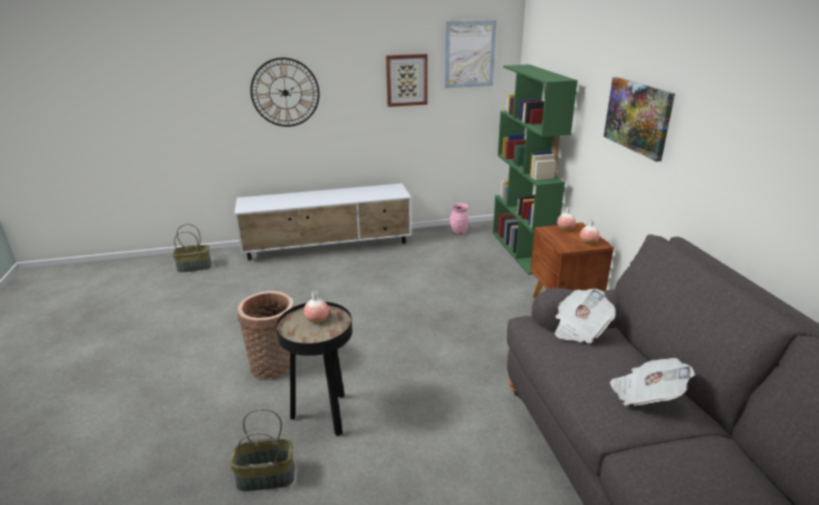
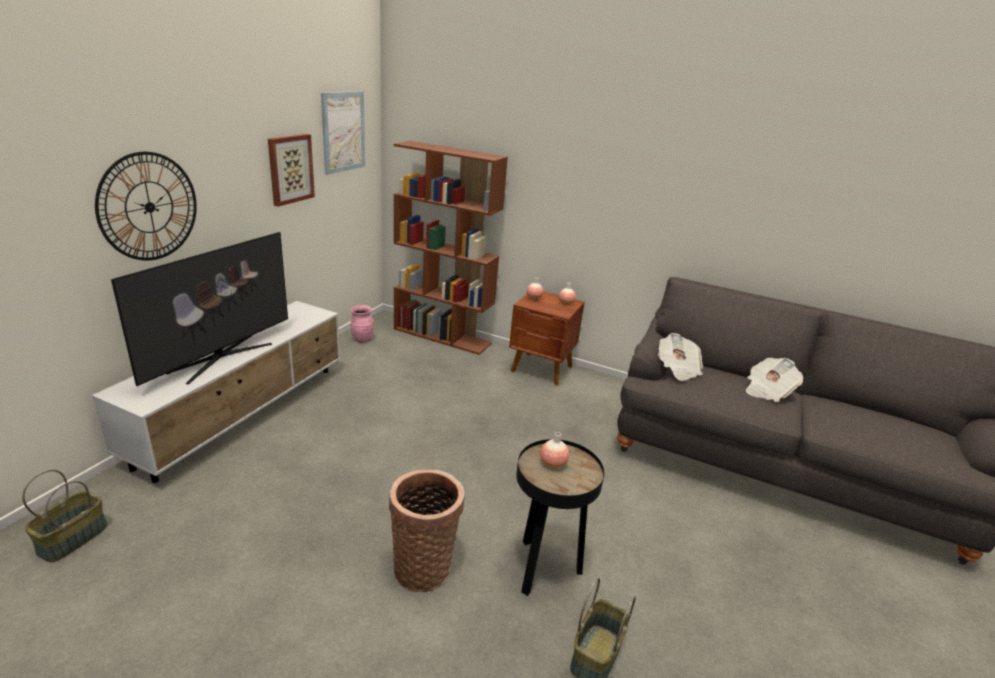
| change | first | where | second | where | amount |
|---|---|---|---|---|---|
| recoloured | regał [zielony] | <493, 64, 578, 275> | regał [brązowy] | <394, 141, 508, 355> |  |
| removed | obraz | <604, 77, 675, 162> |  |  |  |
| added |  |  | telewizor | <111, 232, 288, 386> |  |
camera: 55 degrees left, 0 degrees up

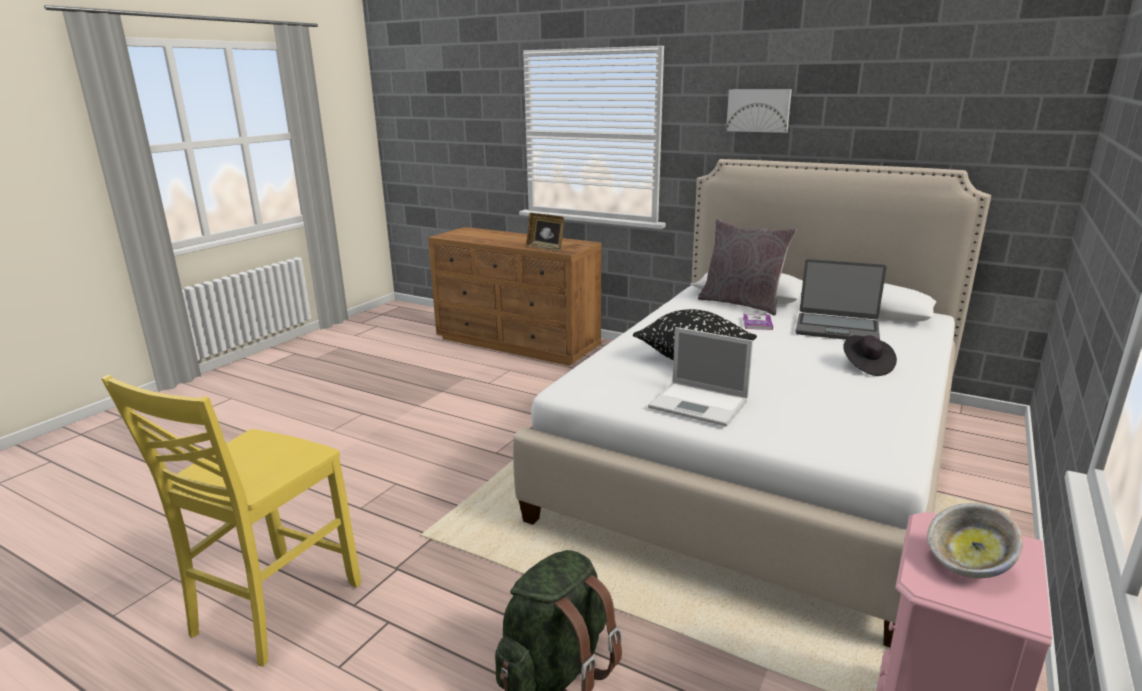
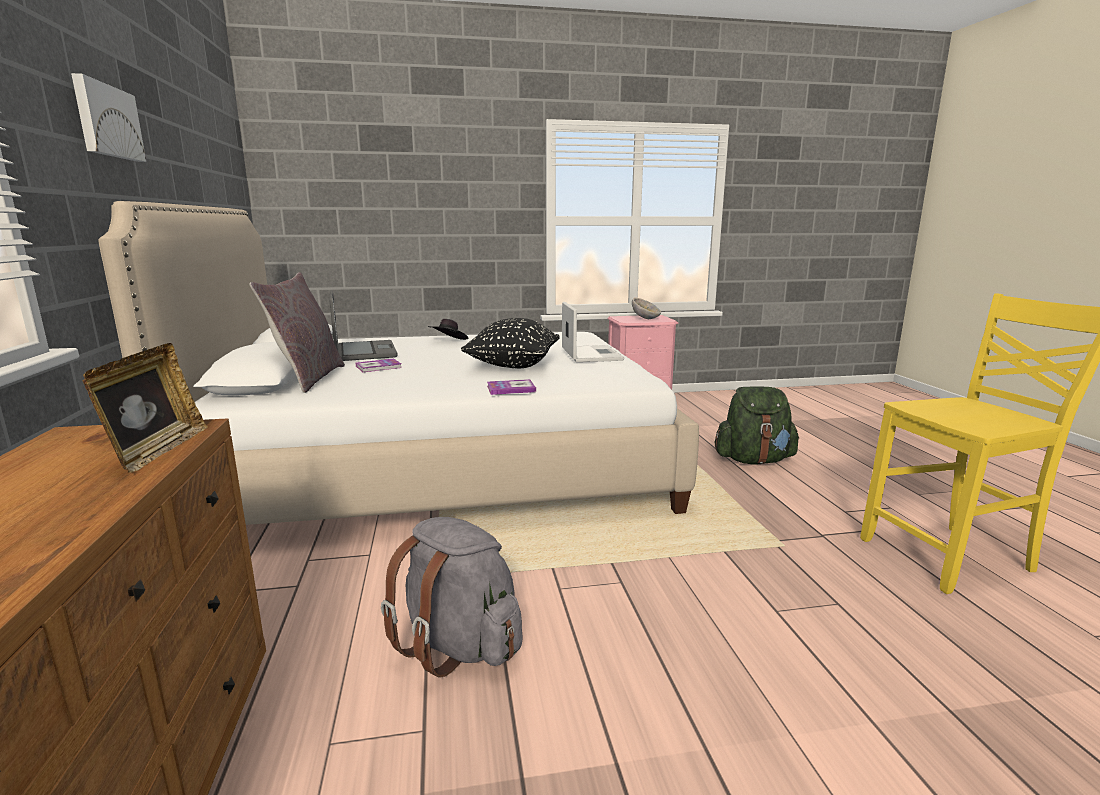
| change | first | where | second | where | amount |
|---|---|---|---|---|---|
| added |  |  | książka | <487, 379, 536, 395> |  |
| added |  |  | plecak [szary] | <381, 517, 523, 677> |  |
camera: 130 degrees left, 5 degrees down

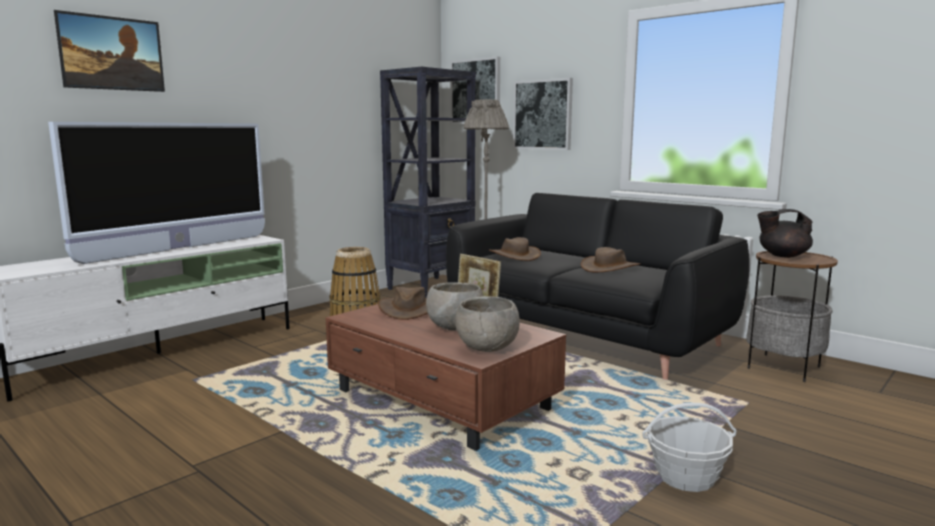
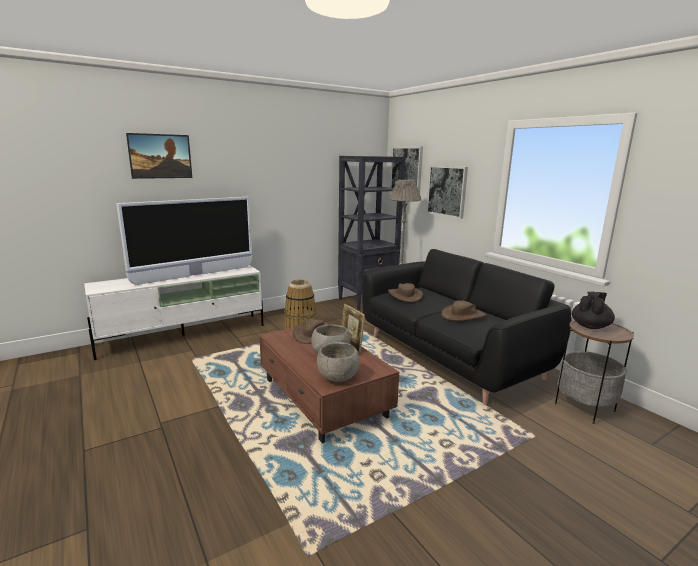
| change | first | where | second | where | amount |
|---|---|---|---|---|---|
| turned | imbryk [czarny] | <757, 209, 813, 258> |  | <572, 291, 615, 329> | 105 degrees clockwise |
| removed | koszyk | <643, 403, 737, 492> |  |  |  |
camera: 15 degrees right, 5 degrees up

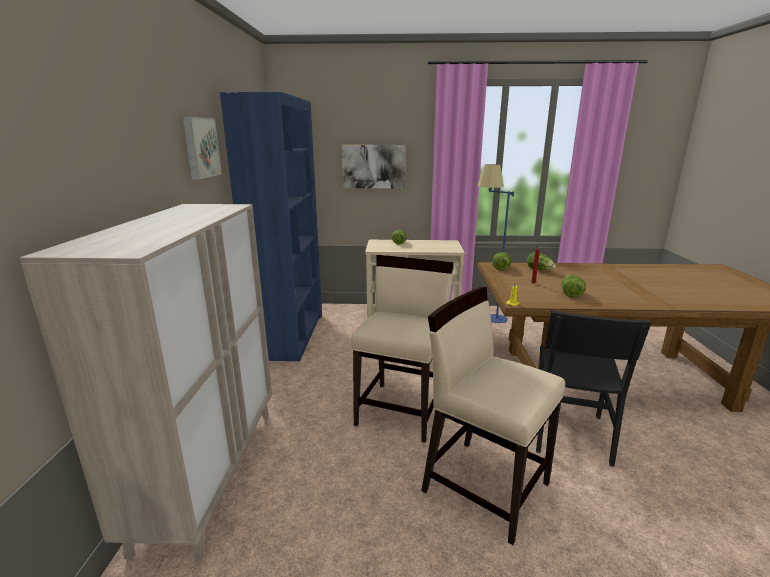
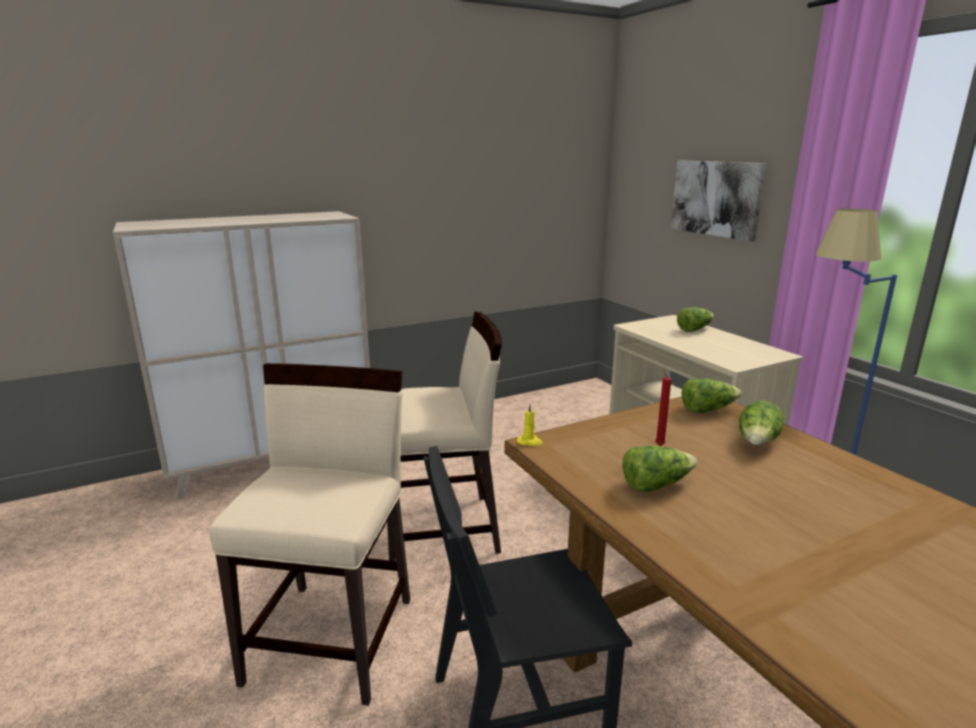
| change | first | where | second | where | amount |
|---|---|---|---|---|---|
| removed | regał [niebieski] | <220, 92, 322, 361> |  |  |  |
| removed | obraz | <182, 117, 222, 180> |  |  |  |
camera: 60 degrees right, 0 degrees up

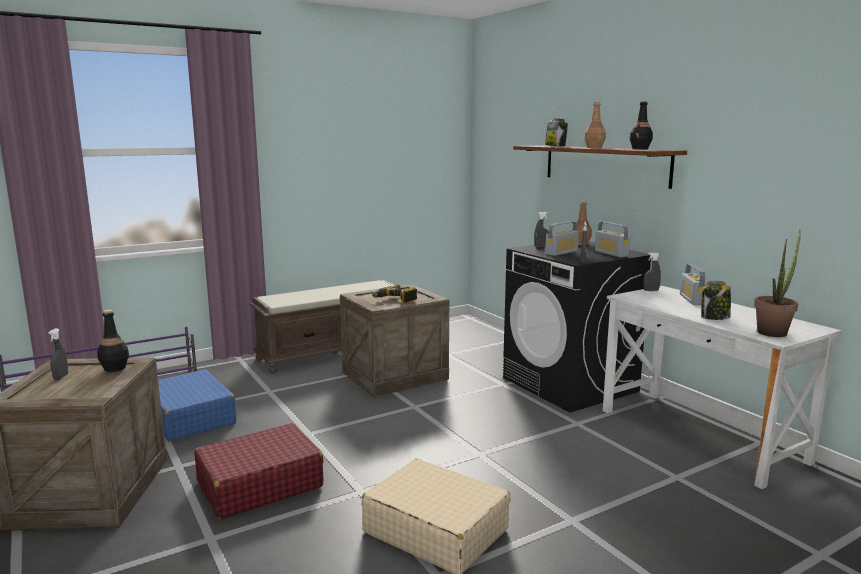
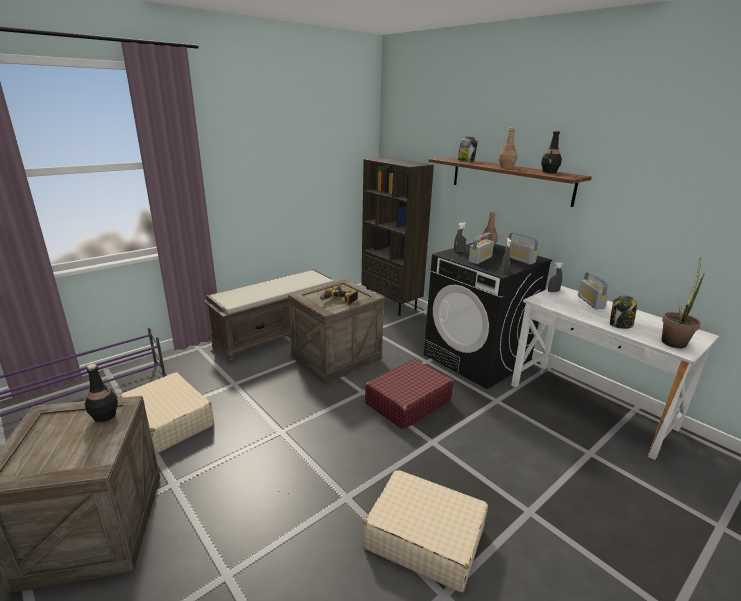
| change | first | where | second | where | amount |
|---|---|---|---|---|---|
| removed | spryskiwacz [szary] | <49, 328, 68, 380> |  |  |  |
| recoloured | walizka [niebieski] | <158, 369, 236, 442> | walizka [beżowy] | <120, 372, 214, 453> |  |
| moved | walizka [czerwony] | <194, 423, 324, 519> |  | <365, 359, 453, 429> |  |
| added |  |  | regał [brązowy] | <361, 157, 434, 316> |  |
camera: 10 degrees left, 10 degrees up

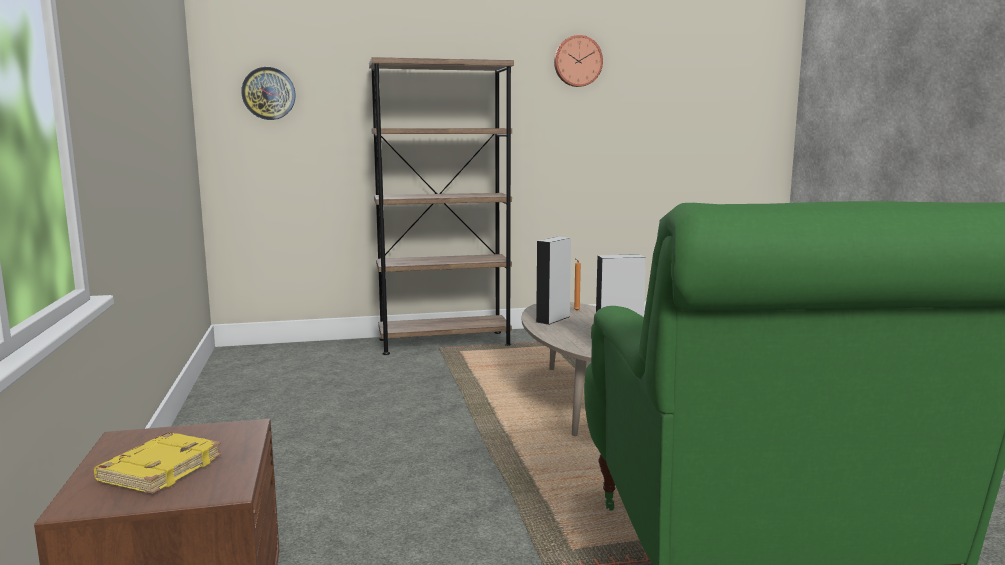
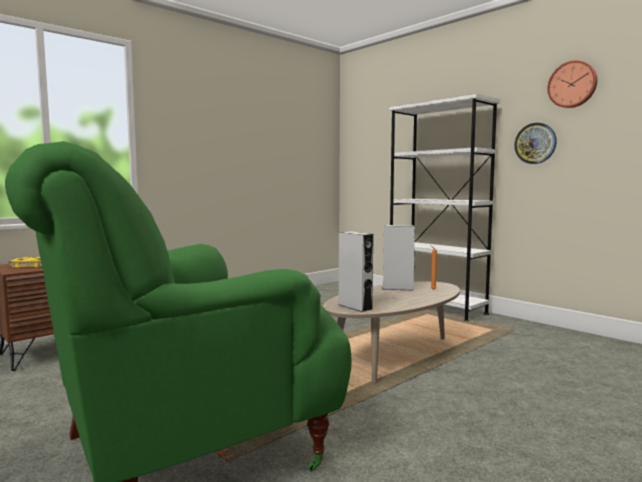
| change | first | where | second | where | amount |
|---|---|---|---|---|---|
| recoloured | regał [brązowy] | <369, 57, 514, 355> | regał [biały] | <389, 94, 500, 321> |  |
| moved | zegar ścienny | <241, 67, 296, 120> |  | <514, 123, 557, 164> |  |
camera: 60 degrees right, 5 degrees down

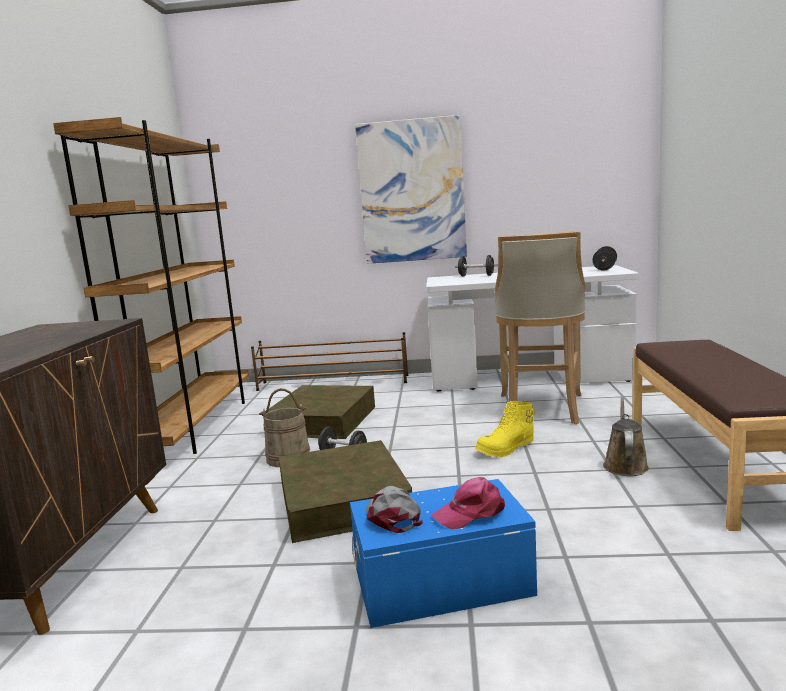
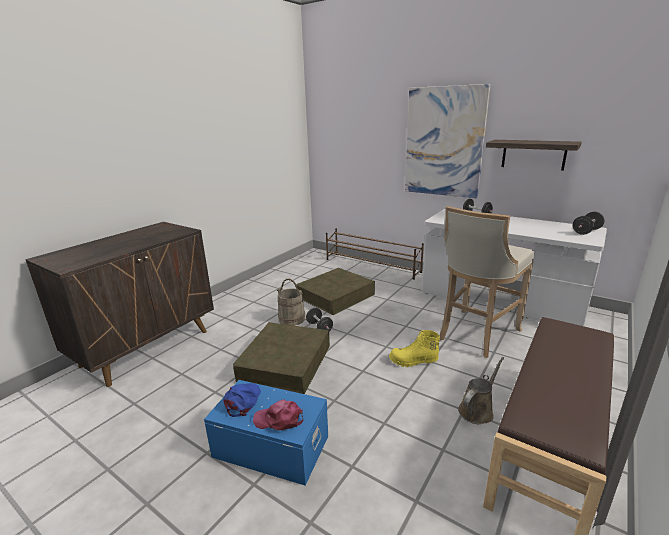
| change | first | where | second | where | amount |
|---|---|---|---|---|---|
| removed | regał [brązowy] | <53, 117, 249, 454> |  |  |  |
| recoloured | czapka z daszkiem [szary] | <366, 486, 423, 533> | czapka z daszkiem [niebieski] | <223, 383, 261, 417> |  |
| added |  |  | półka | <486, 140, 582, 171> |  |
camera: 30 degrees right, 10 degrees up

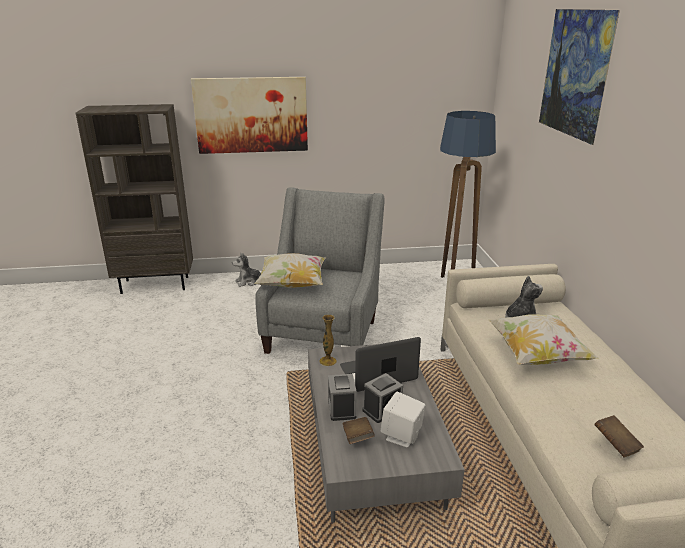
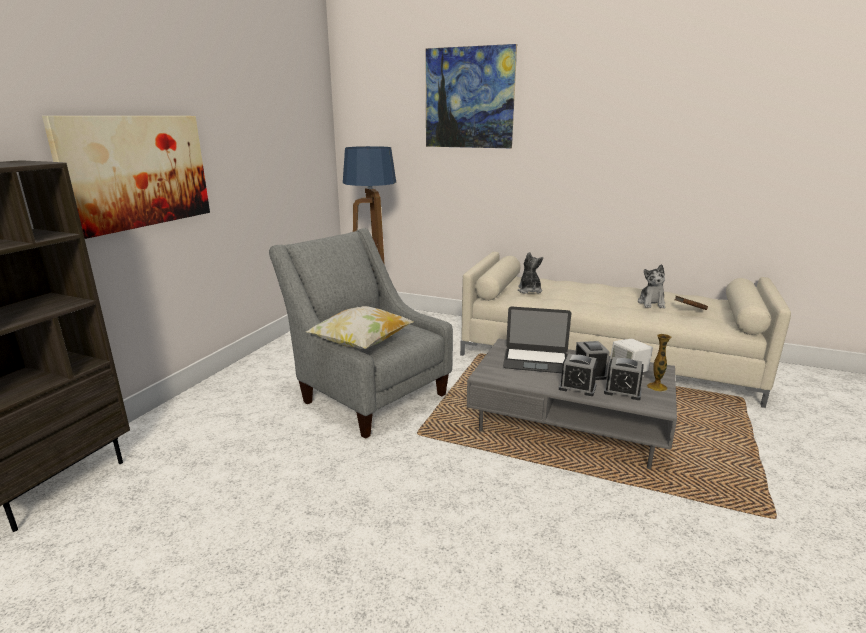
| change | first | where | second | where | amount |
|---|---|---|---|---|---|
| moved | pluszak | <232, 253, 262, 287> |  | <638, 264, 665, 309> |  |
| removed | poduszka | <489, 314, 599, 365> |  |  |  |
| moved | wazon | <319, 315, 337, 366> |  | <647, 334, 671, 392> |  |
| turned | laptop | <340, 337, 421, 392> |  | <503, 307, 571, 373> | 90 degrees counterclockwise |
| replaced | książka [brązowy] | <342, 417, 375, 444> | budzik | <604, 357, 644, 400> |  |
camera: 60 degrees left, 5 degrees down

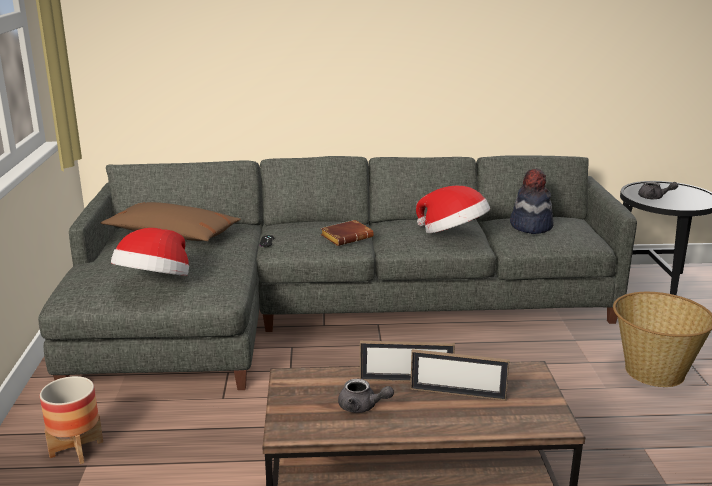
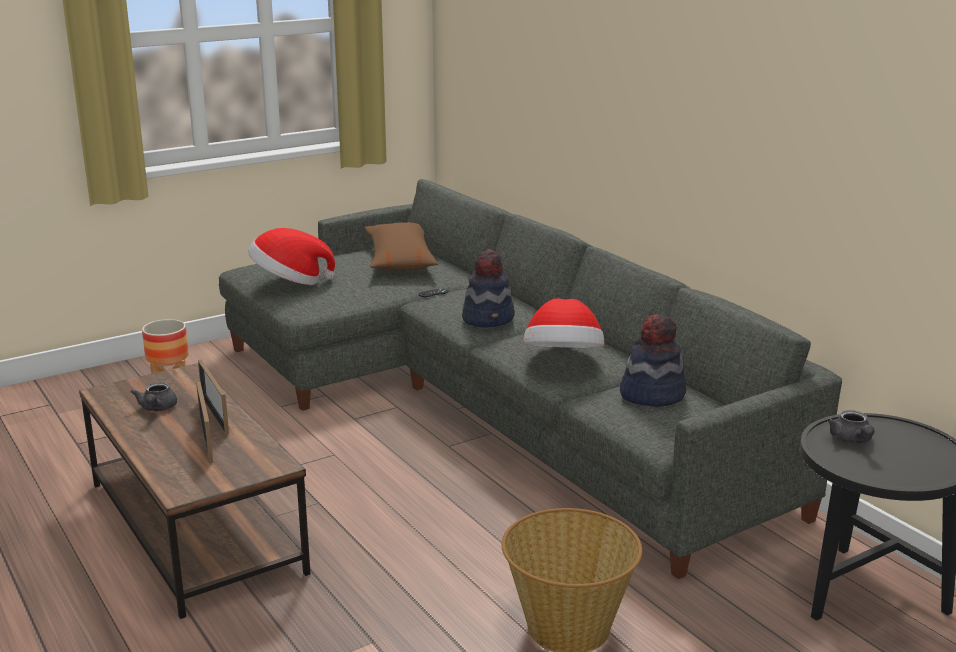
| change | first | where | second | where | amount |
|---|---|---|---|---|---|
| replaced | książka [brązowy] | <321, 220, 374, 246> | kapelusz | <462, 250, 515, 328> |  |
camera: 60 degrees right, 0 degrees up

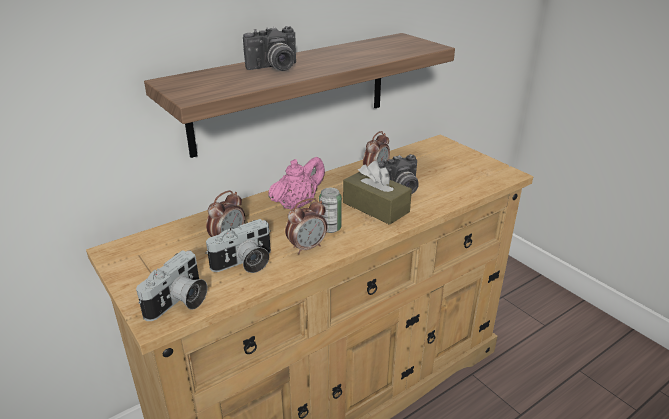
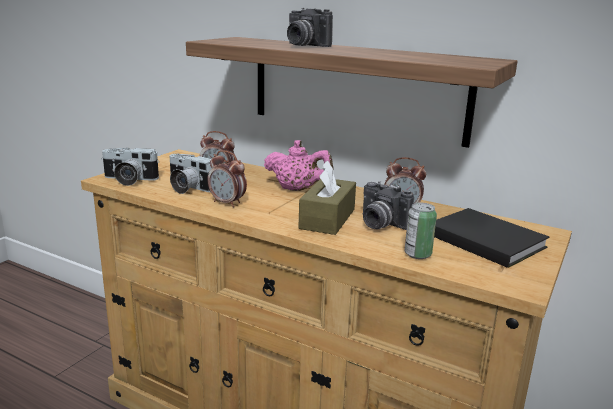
| change | first | where | second | where | amount |
|---|---|---|---|---|---|
| moved | puszka | <319, 188, 342, 233> |  | <404, 203, 437, 259> |  |
| added |  |  | książka [czarny] | <434, 208, 549, 268> |  |
camera: 65 degrees right, 10 degrees down

